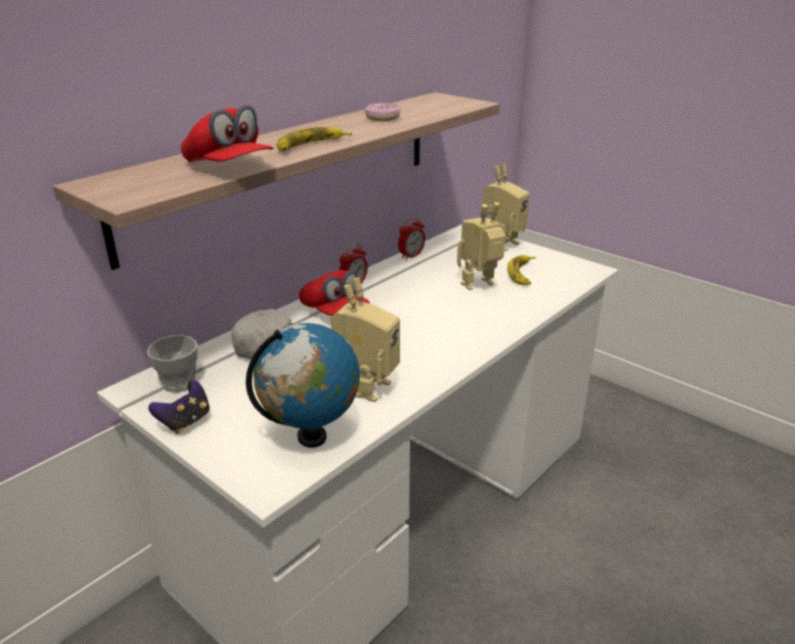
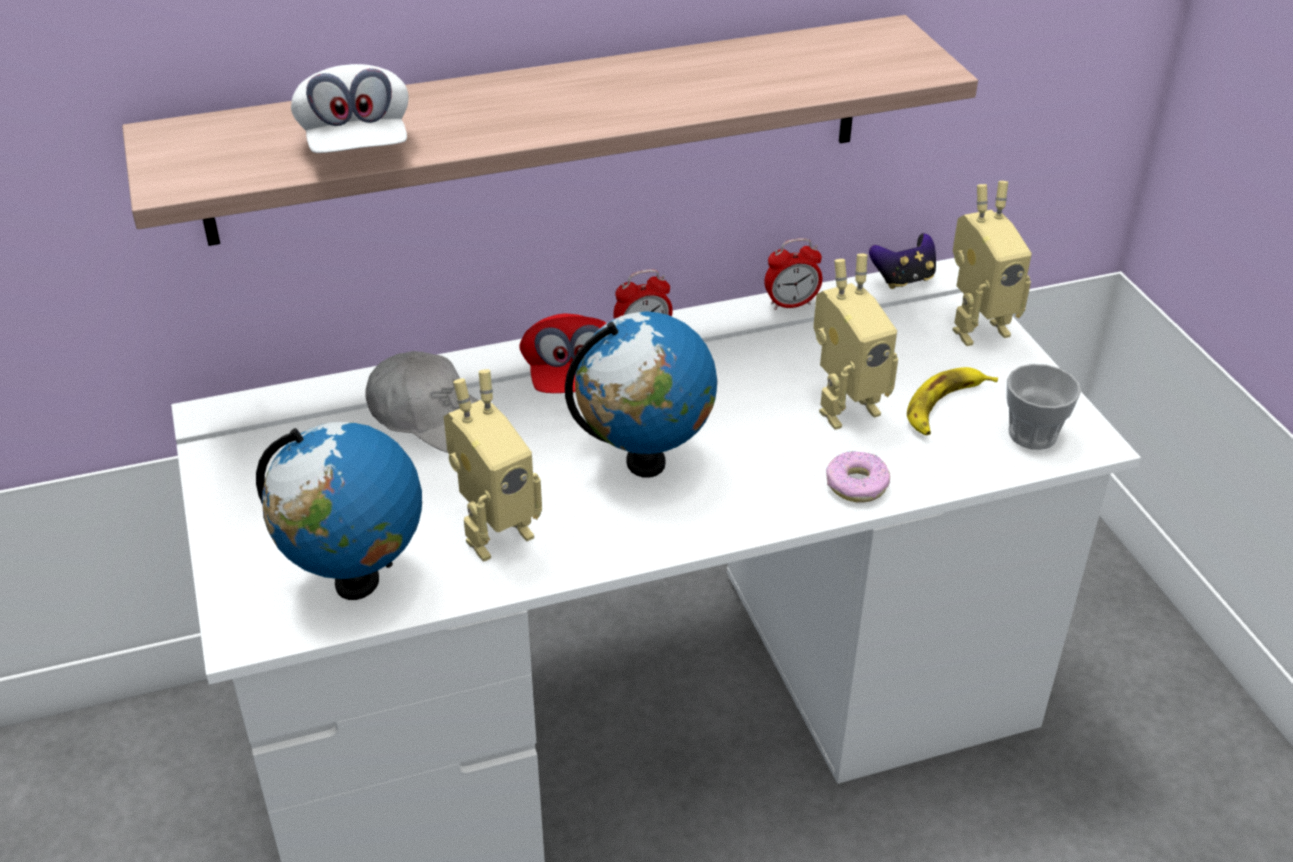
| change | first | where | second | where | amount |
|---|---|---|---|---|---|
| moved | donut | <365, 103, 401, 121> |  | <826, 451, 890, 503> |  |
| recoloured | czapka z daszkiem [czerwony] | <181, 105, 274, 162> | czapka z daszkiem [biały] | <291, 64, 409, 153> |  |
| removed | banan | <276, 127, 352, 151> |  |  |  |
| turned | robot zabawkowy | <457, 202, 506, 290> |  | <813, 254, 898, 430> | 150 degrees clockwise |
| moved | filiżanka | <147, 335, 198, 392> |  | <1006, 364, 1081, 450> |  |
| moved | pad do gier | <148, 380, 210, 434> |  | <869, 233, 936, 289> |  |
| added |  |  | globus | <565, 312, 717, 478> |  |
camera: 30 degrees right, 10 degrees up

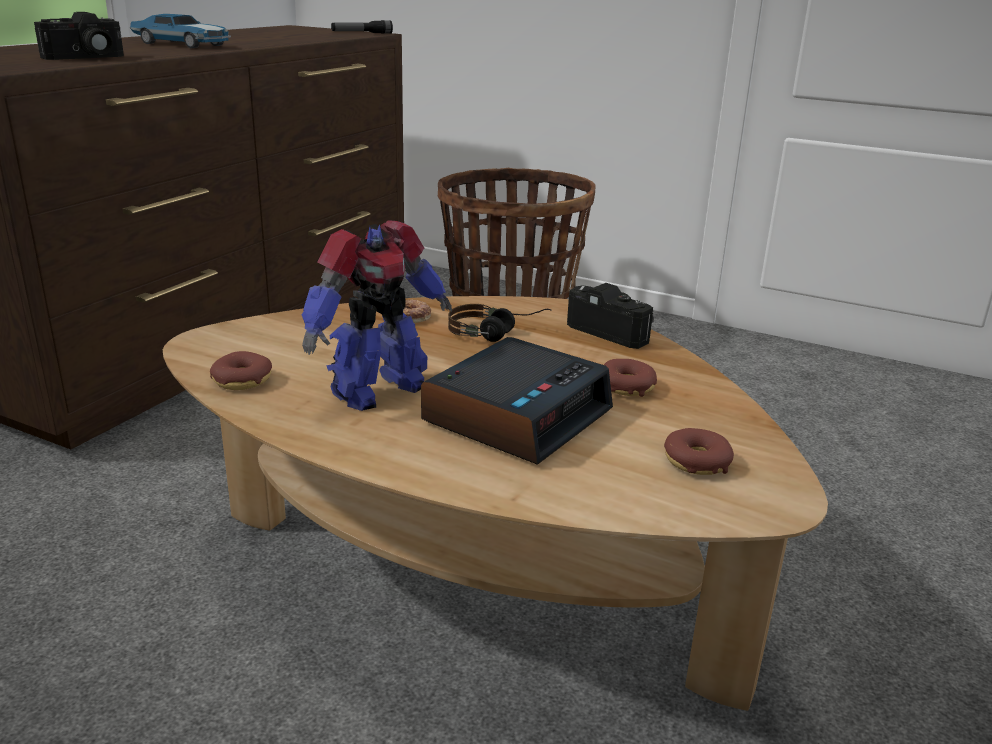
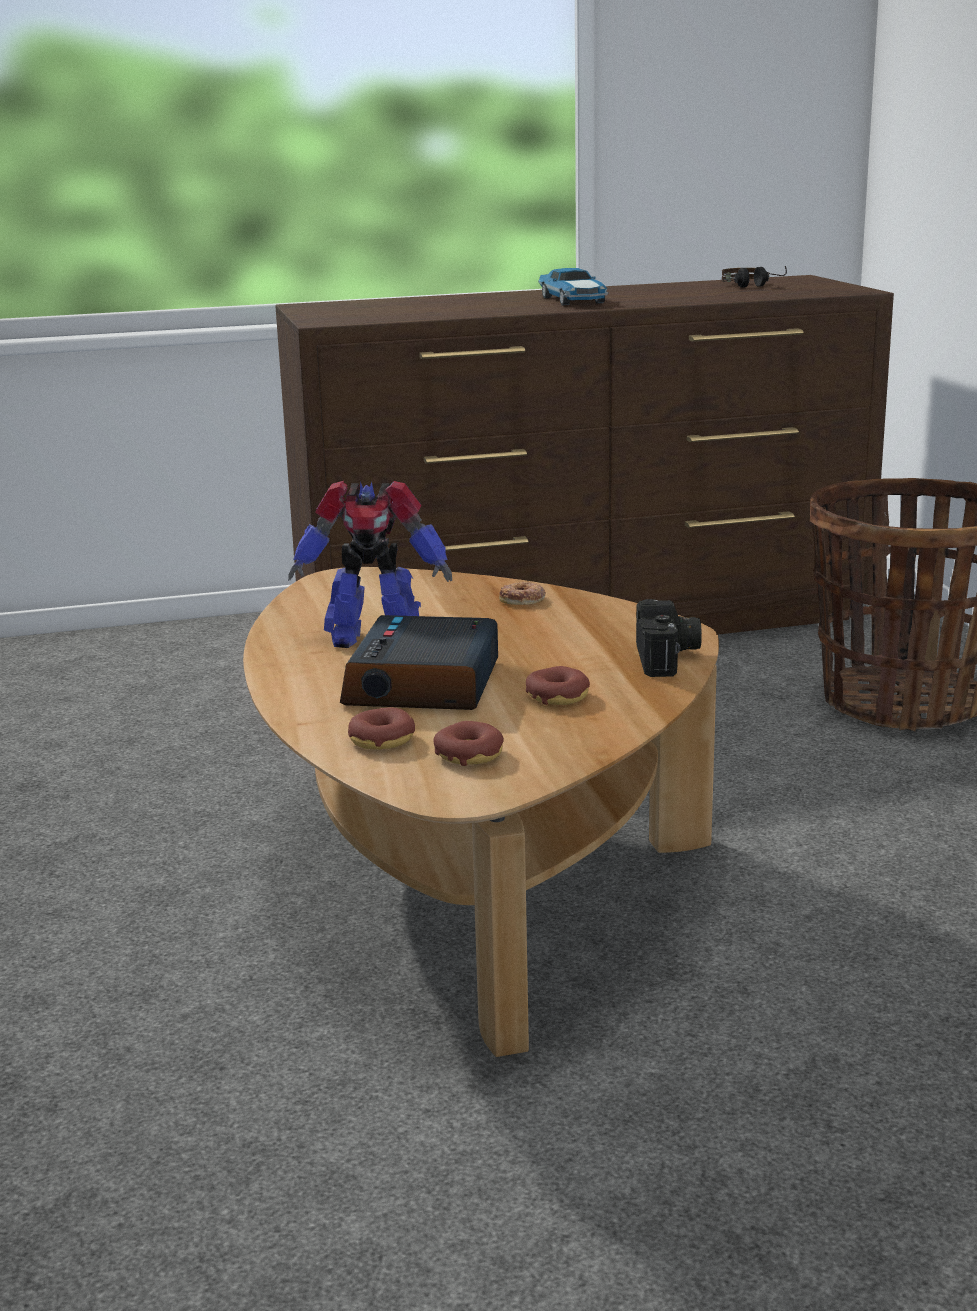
| change | first | where | second | where | amount |
|---|---|---|---|---|---|
| removed | aparat fotograficzny | <34, 12, 124, 60> |  |  |  |
| removed | latarka | <331, 20, 393, 34> |  |  |  |
| moved | słuchawki | <448, 304, 551, 342> |  | <722, 266, 787, 288> |  |
| turned | budzik | <421, 337, 613, 465> |  | <340, 615, 498, 710> | 105 degrees clockwise |
| moved | donut | <210, 351, 272, 390> |  | <348, 707, 415, 750> |  |
camera: 50 degrees right, 5 degrees down

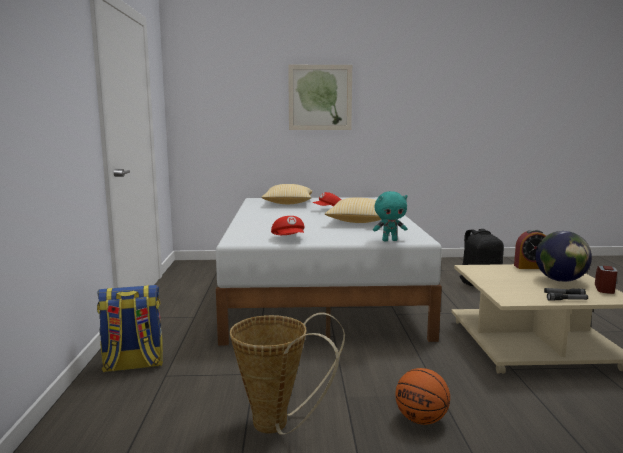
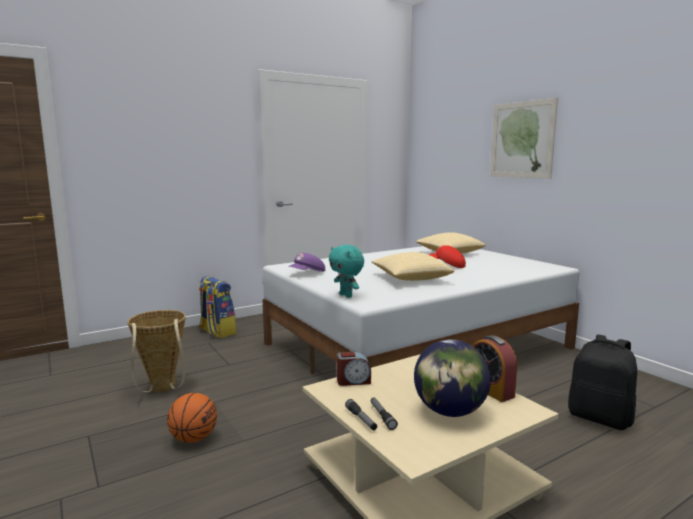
| change | first | where | second | where | amount |
|---|---|---|---|---|---|
| recoloured | czapka z daszkiem [czerwony] | <271, 216, 305, 235> | czapka z daszkiem [fioletowy] | <288, 253, 325, 272> |  |
| moved | budzik | <595, 266, 618, 294> |  | <337, 352, 371, 386> |  |
camera: 60 degrees right, 0 degrees up

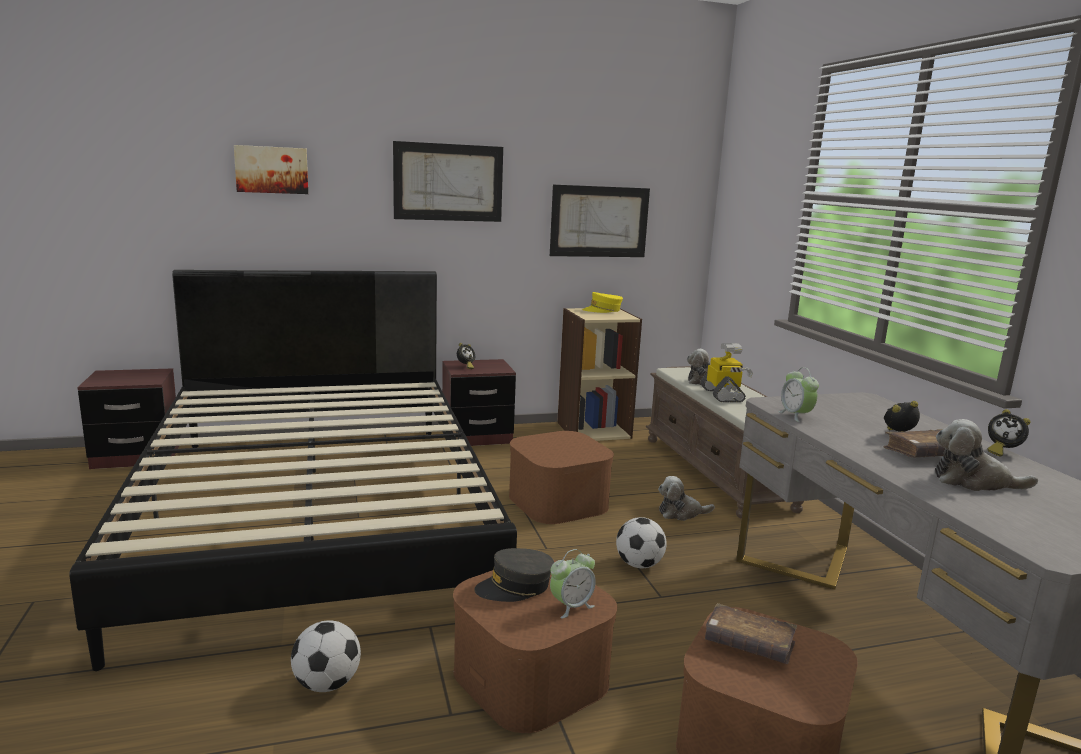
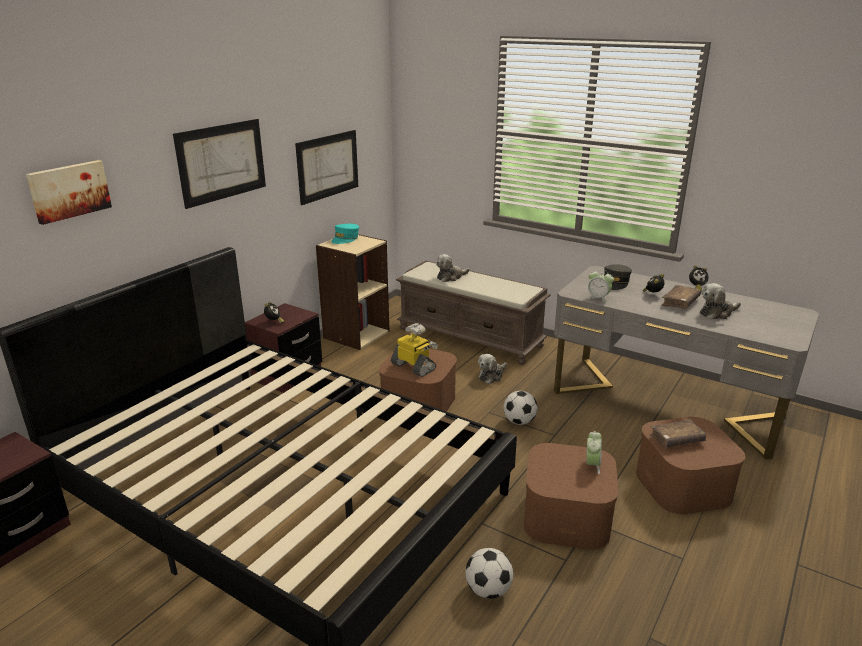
| change | first | where | second | where | amount |
|---|---|---|---|---|---|
| recoloured | czapka z daszkiem [żółty] | <582, 292, 623, 313> | czapka z daszkiem [turkusowy] | <331, 224, 359, 244> |  |
| moved | robot zabawkowy | <701, 343, 753, 402> |  | <391, 323, 438, 377> |  |
| moved | czapka z daszkiem [szary] | <474, 548, 554, 602> |  | <604, 264, 632, 290> |  |
camera: 40 degrees left, 10 degrees up

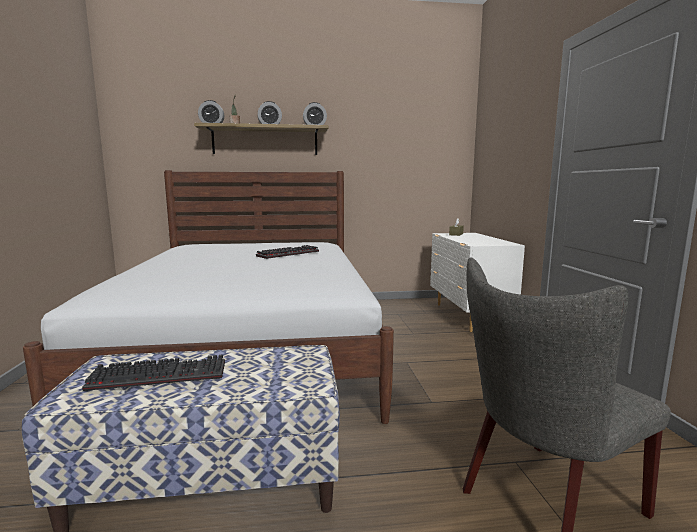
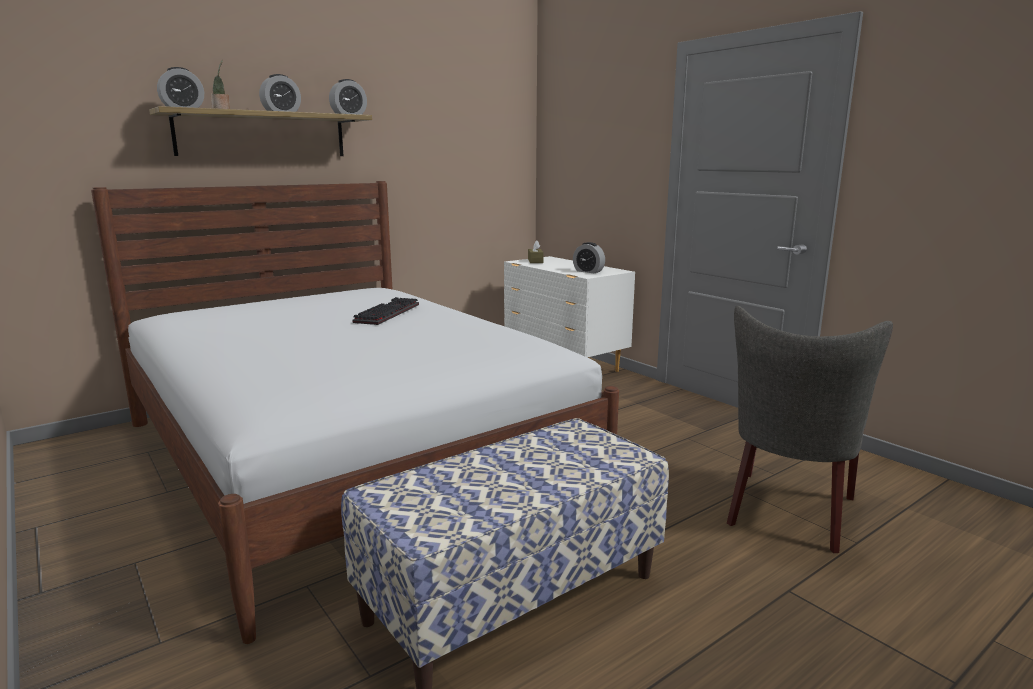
| change | first | where | second | where | amount |
|---|---|---|---|---|---|
| removed | klawiatura | <82, 355, 225, 391> |  |  |  |
| added |  |  | budzik | <573, 242, 605, 273> |  |
camera: 30 degrees left, 5 degrees up

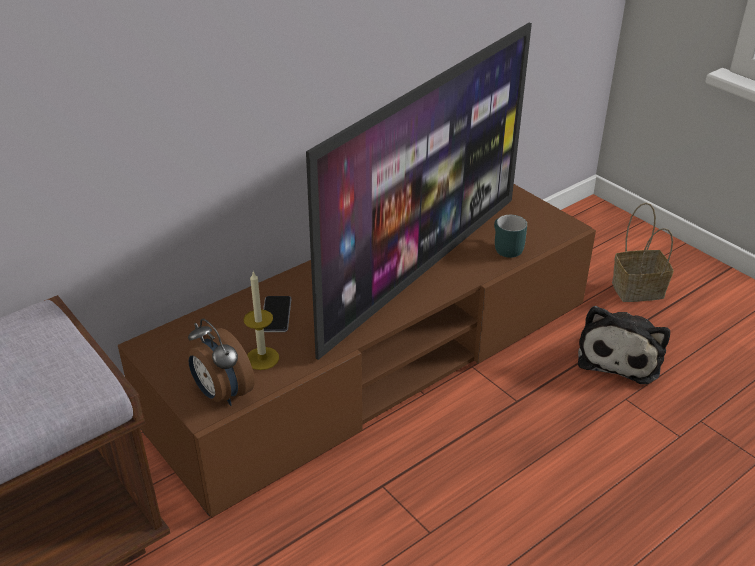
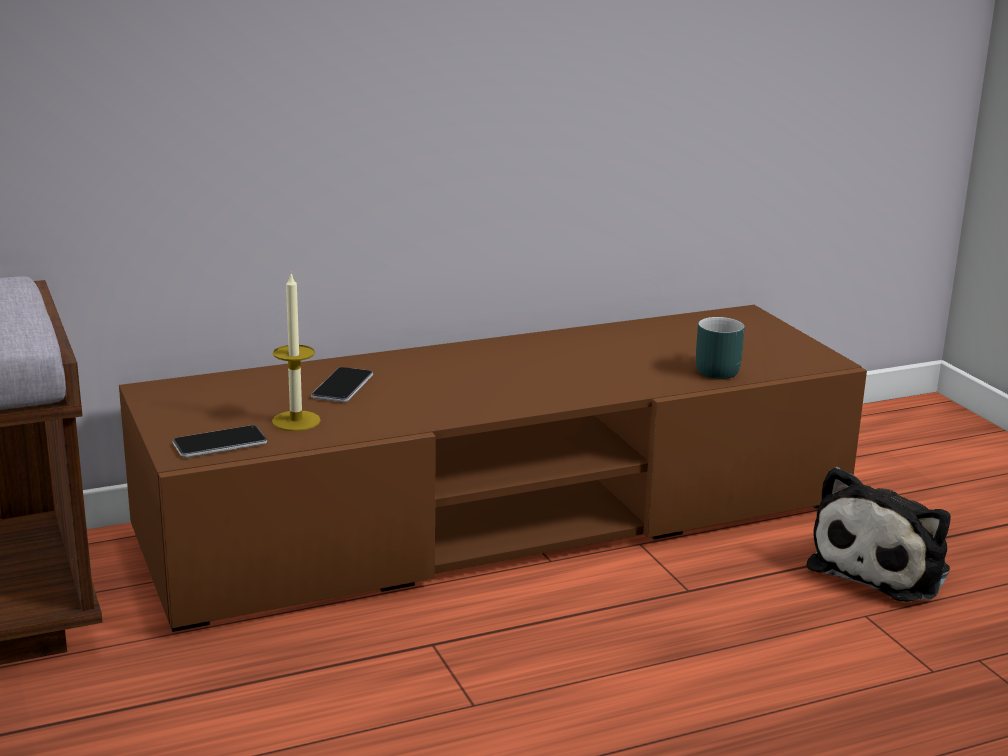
| change | first | where | second | where | amount |
|---|---|---|---|---|---|
| removed | telewizor | <306, 23, 532, 360> |  |  |  |
| removed | koszyk | <612, 203, 674, 302> |  |  |  |
| replaced | budzik | <188, 319, 255, 406> | telefon | <173, 425, 267, 458> |  |
camera: 15 degrees right, 15 degrees down

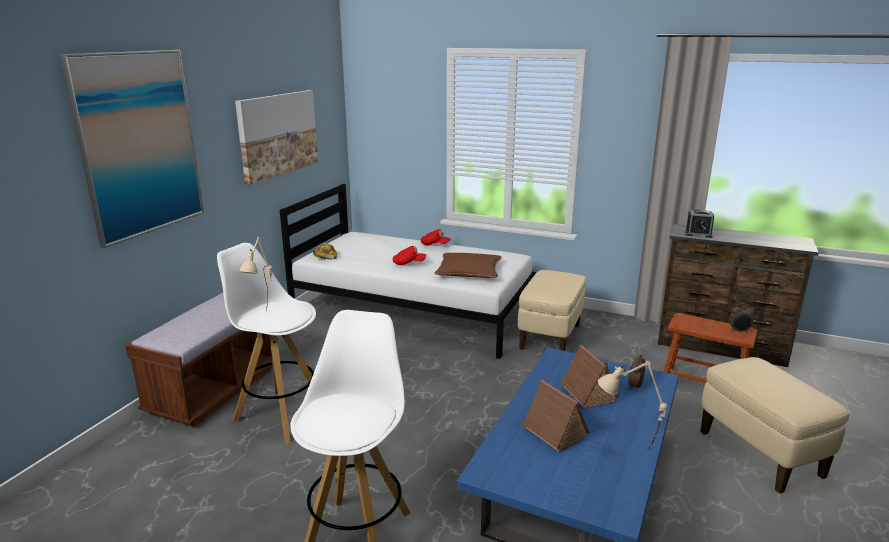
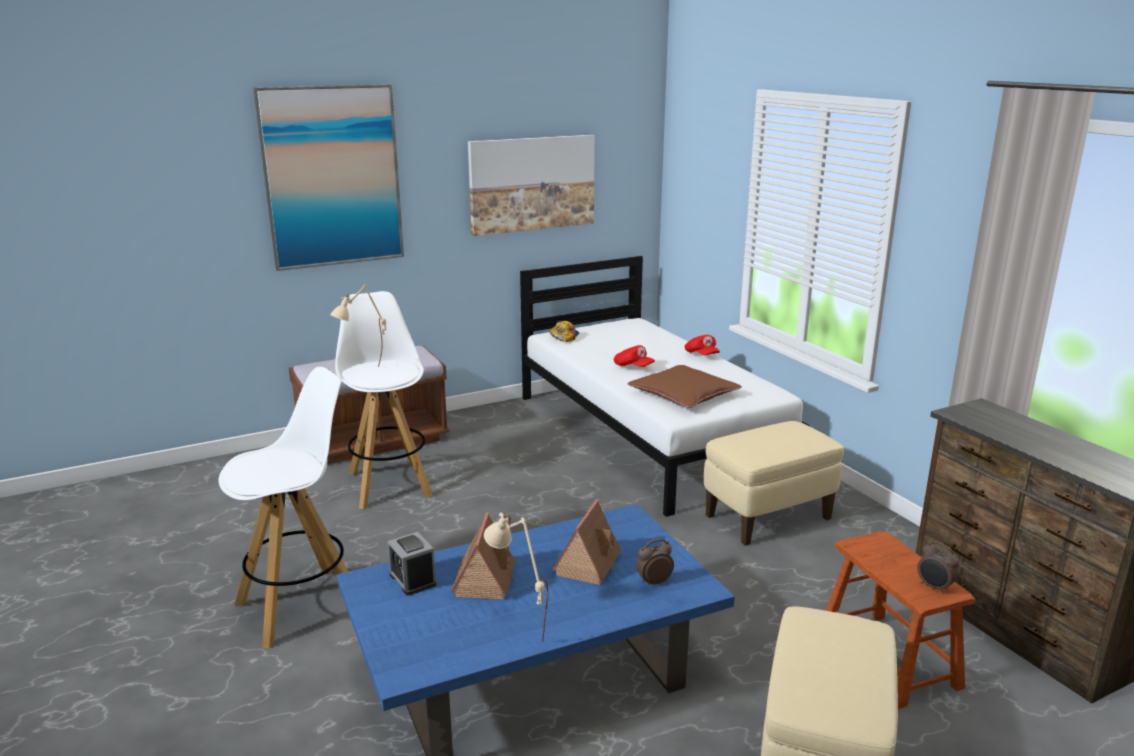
| change | first | where | second | where | amount |
|---|---|---|---|---|---|
| moved | budzik | <685, 209, 714, 238> |  | <387, 532, 436, 596> |  |
camera: 40 degrees right, 0 degrees up

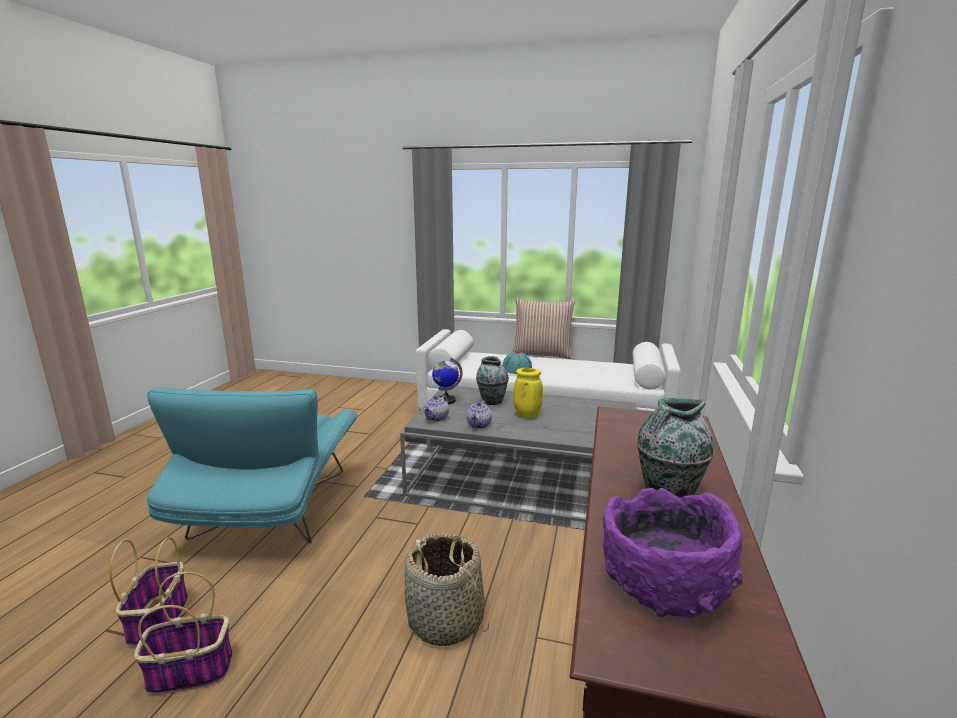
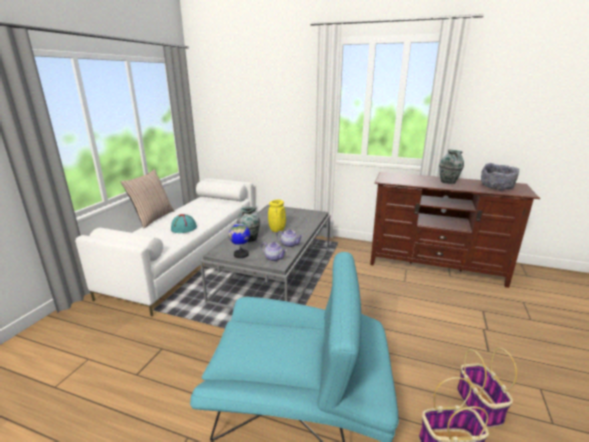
| change | first | where | second | where | amount |
|---|---|---|---|---|---|
| recoloured | miska [fioletowy] | <603, 488, 743, 618> | miska [szary] | <481, 163, 519, 190> |  |
| removed | koszyk | <405, 533, 489, 646> |  |  |  |
camera: 85 degrees left, 5 degrees up

